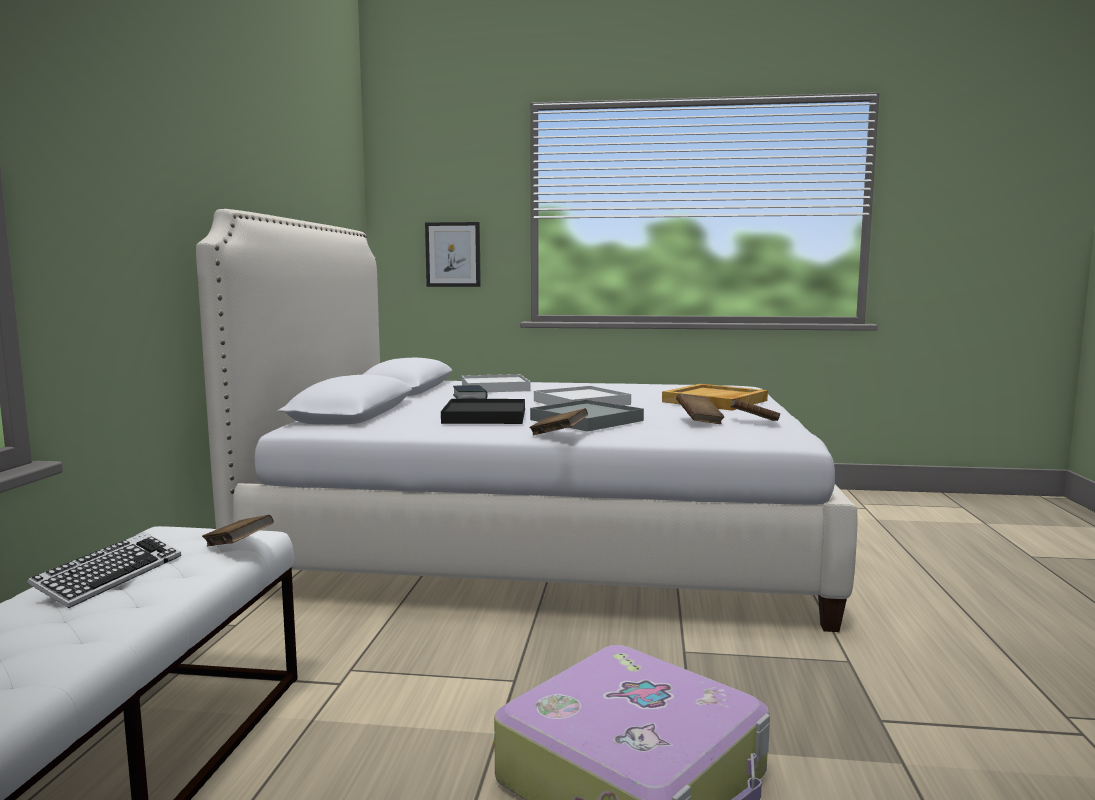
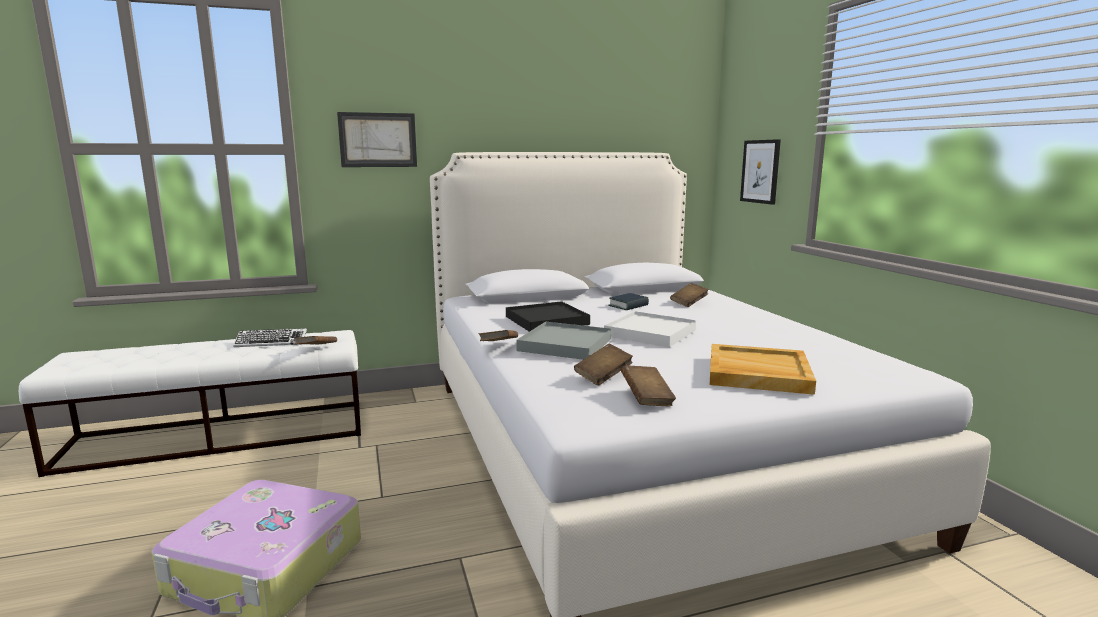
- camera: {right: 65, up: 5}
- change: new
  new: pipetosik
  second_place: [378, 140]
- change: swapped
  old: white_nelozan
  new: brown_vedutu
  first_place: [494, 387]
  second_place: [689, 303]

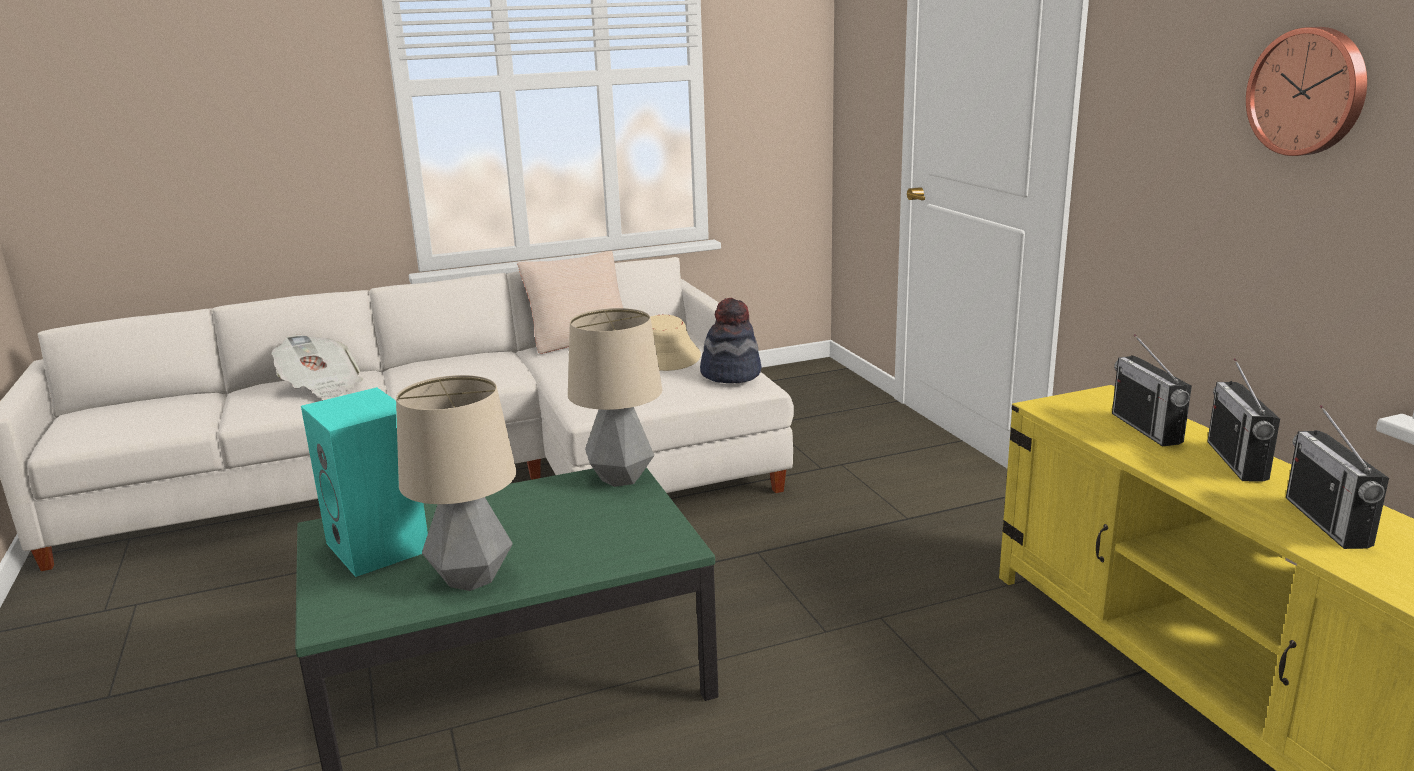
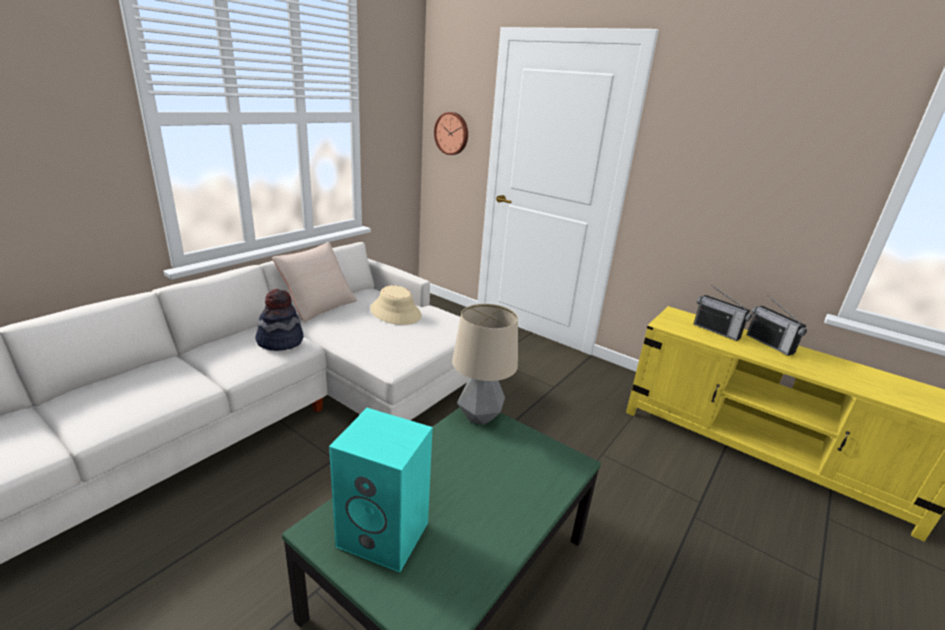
- camera: {right: -35, up: 5}
- change: shifted
  old: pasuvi
  first_place: [731, 374]
  second_place: [280, 341]
- change: shifted
  old: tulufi
  first_place: [1309, 92]
  second_place: [452, 133]
- change: gone
  old: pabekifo
  first_place: [321, 387]
- change: gone
  old: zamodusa
  first_place: [472, 579]
- change: gone
  old: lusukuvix
  first_place: [1327, 522]

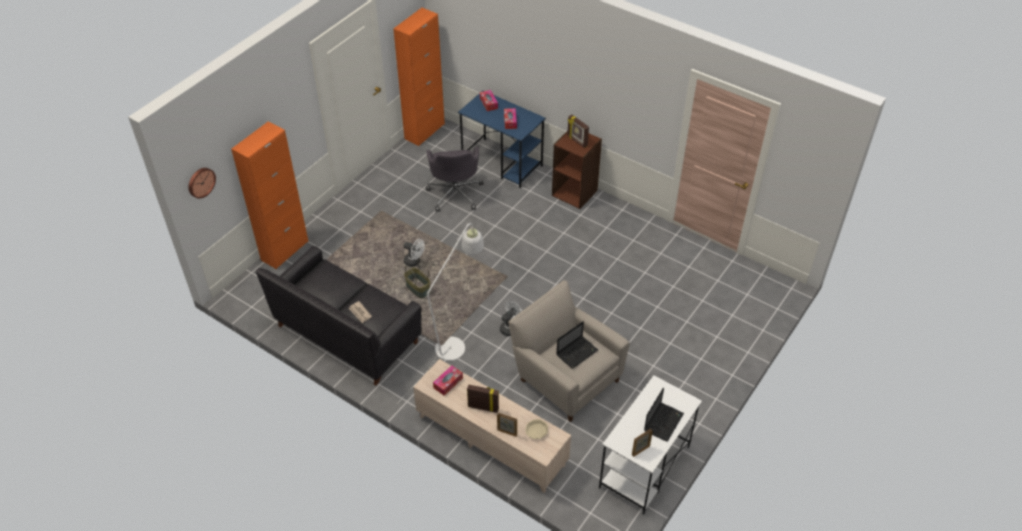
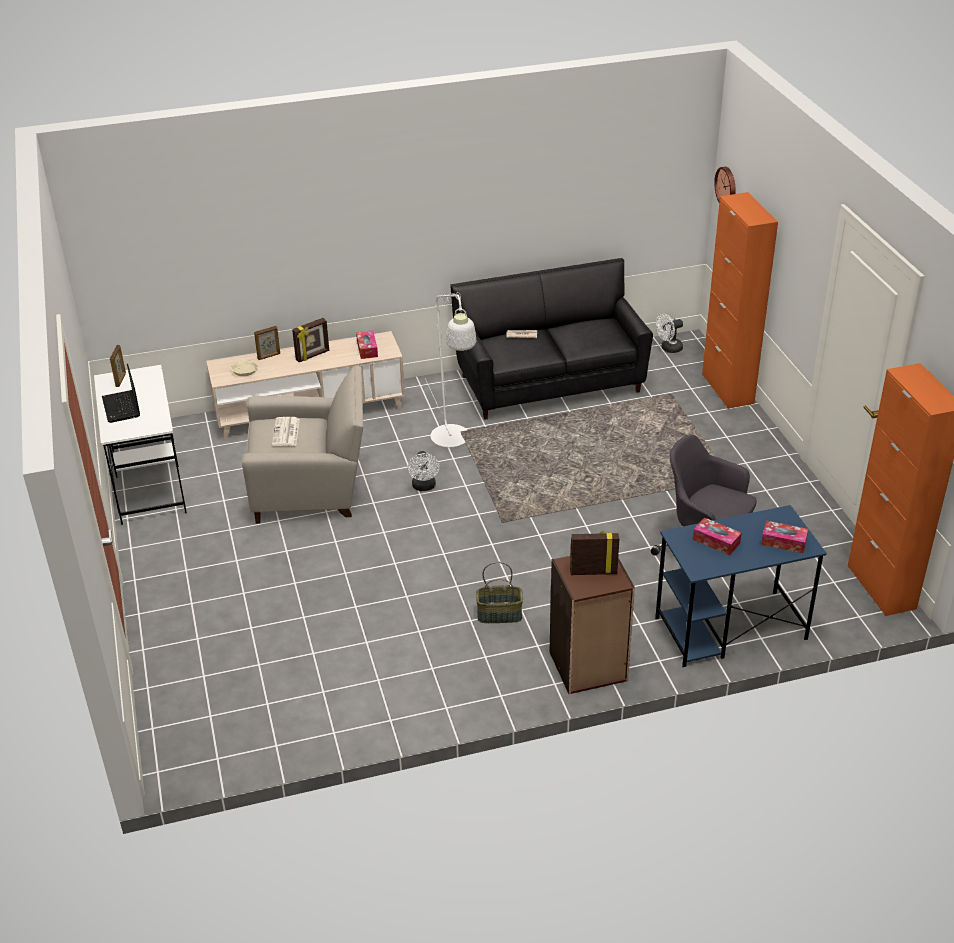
- camera: {right: 130, up: -10}
- change: swapped
  old: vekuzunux
  new: pabekifo
  first_place: [577, 352]
  second_place: [286, 432]
- change: shifted
  old: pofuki
  first_place: [417, 288]
  second_place: [500, 614]
- change: shifted
  old: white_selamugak
  first_place: [414, 262]
  second_place: [668, 349]

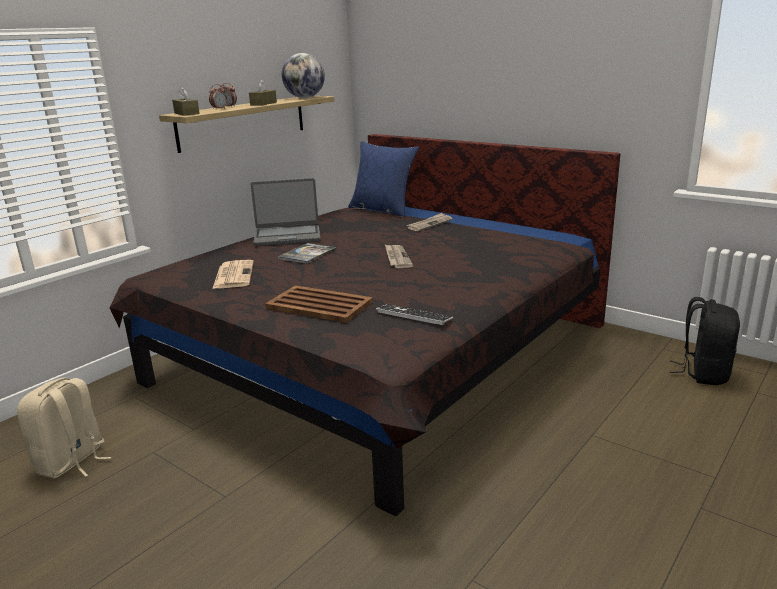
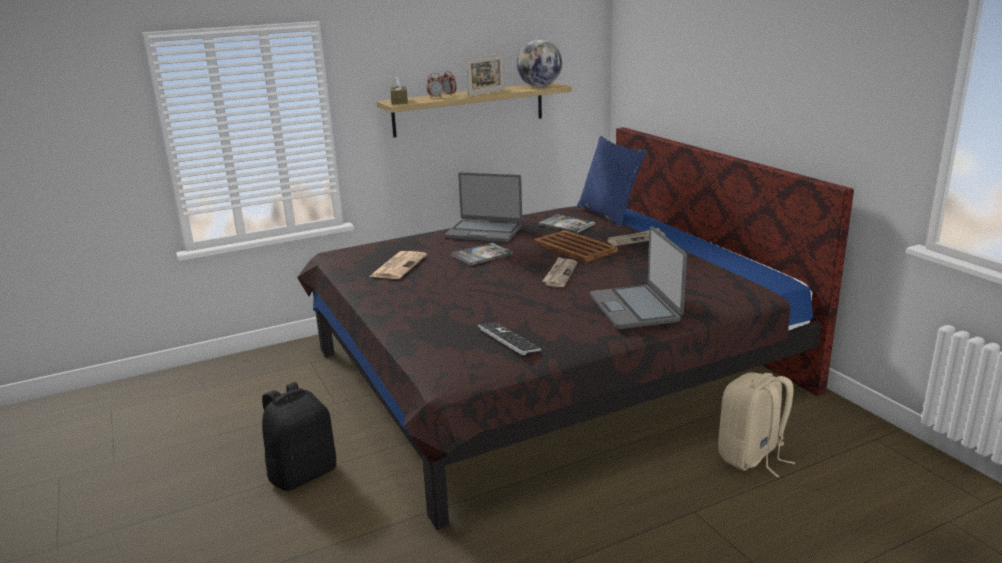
- camera: {right: 25, up: 0}
- change: shifted
  old: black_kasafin
  first_place: [703, 373]
  second_place: [303, 473]
- change: swapped
  old: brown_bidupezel
  new: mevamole
  first_place: [263, 103]
  second_place: [486, 92]
- change: shifted
  old: brown_nelozan
  first_place: [320, 305]
  second_place: [575, 247]
- change: new
  new: vedutu
  second_place: [566, 225]
- change: new
  new: vekuzunux
  second_place: [635, 308]
- change: shifted
  old: beige_kasafin
  first_place: [72, 462]
  second_place: [751, 457]

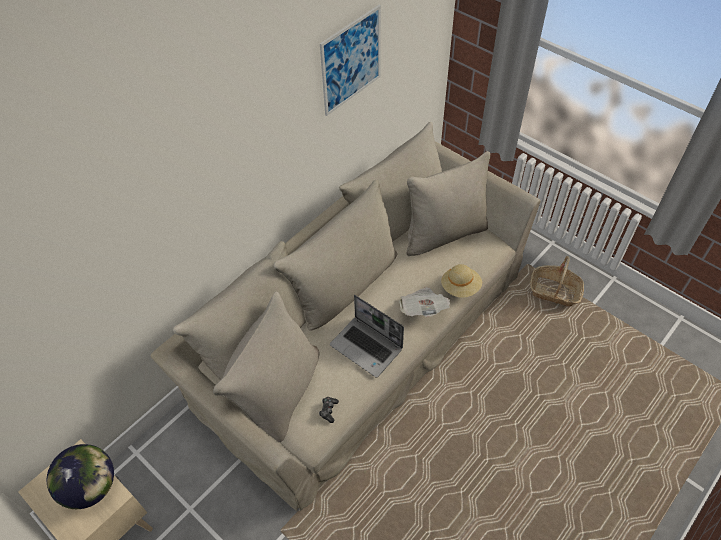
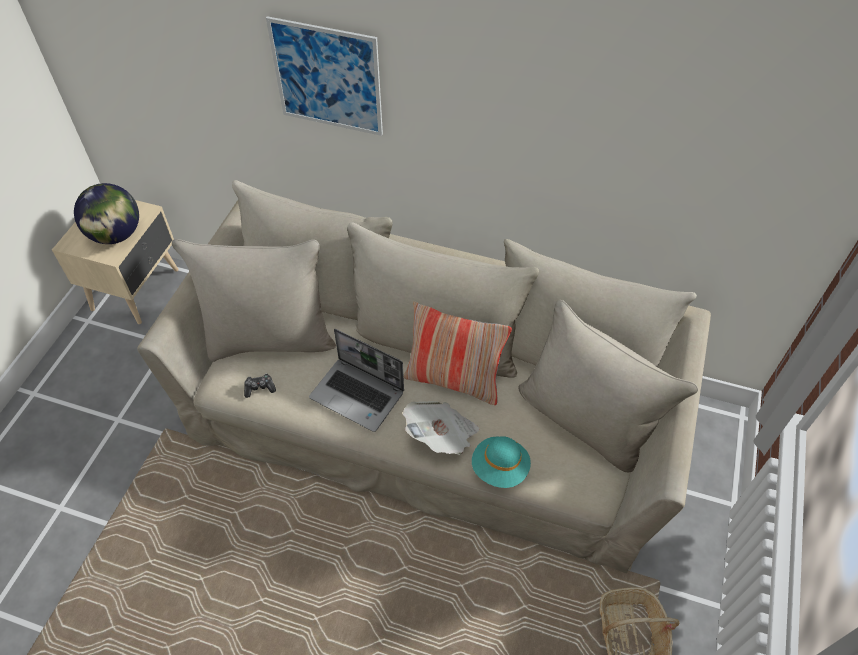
- camera: {right: 65, up: 0}
- change: shifted
  old: pipetosik
  first_place: [351, 61]
  second_place: [327, 77]
- change: rotated
  old: vekuzunux
  first_place: [367, 347]
  second_place: [358, 395]
  degrees: -75
- change: new
  new: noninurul
  second_place: [454, 380]
- change: repainted
  old: beige_pasuvi
  new: turquoise_pasuvi
  first_place: [460, 287]
  second_place: [500, 468]

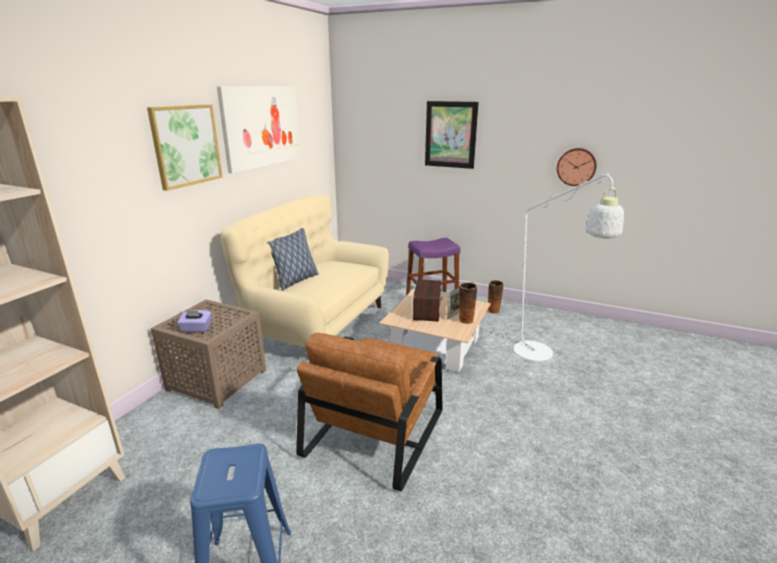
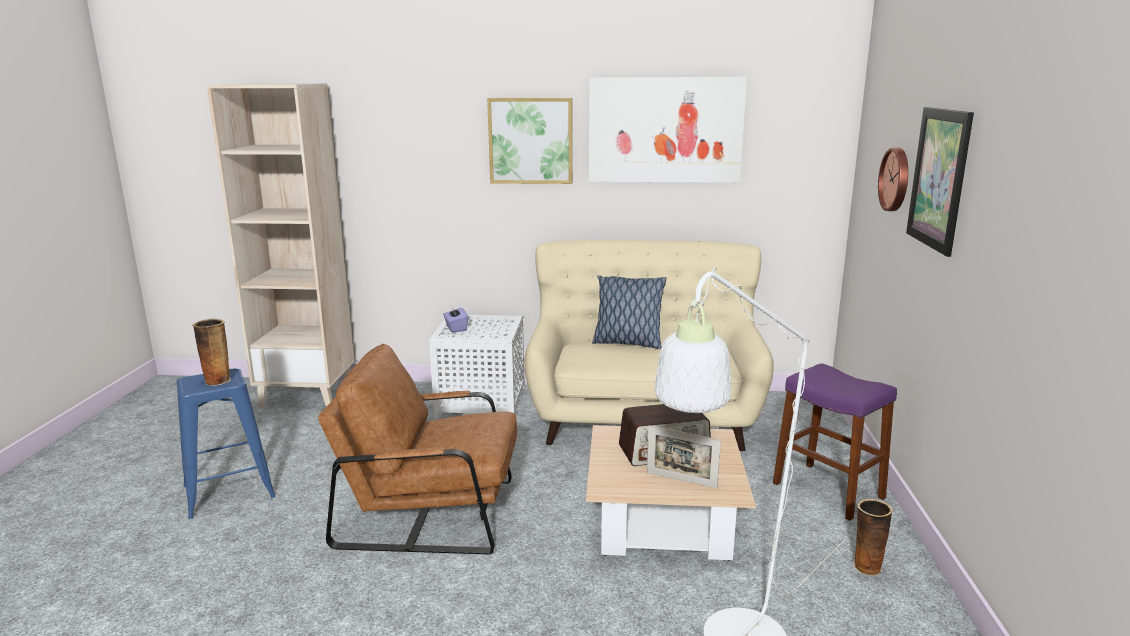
- camera: {right: 70, up: -5}
- change: shifted
  old: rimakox
  first_place: [465, 320]
  second_place: [217, 381]
- change: repainted
  old: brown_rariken
  new: white_rariken
  first_place: [217, 379]
  second_place: [482, 399]
- change: shifted
  old: tulufi
  first_place: [576, 166]
  second_place: [896, 179]

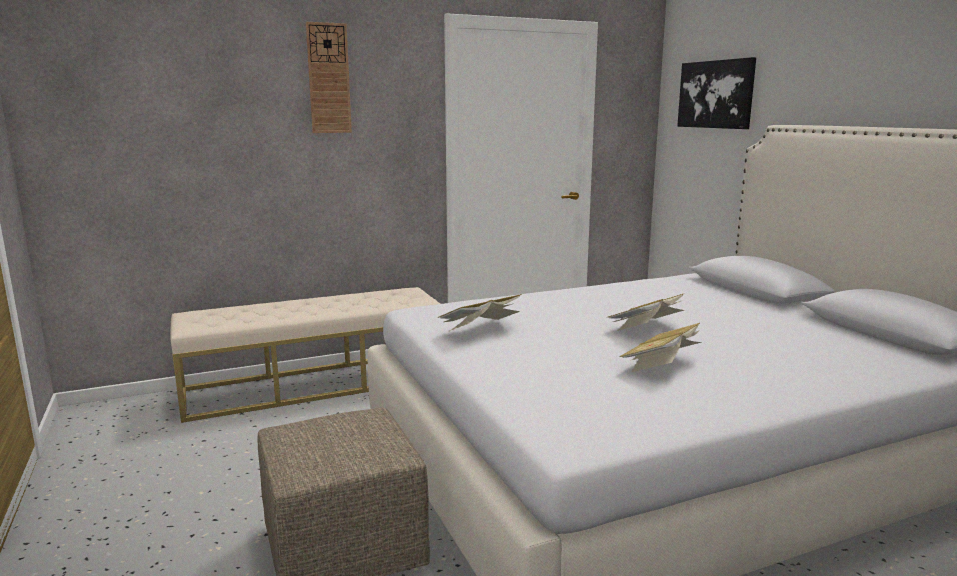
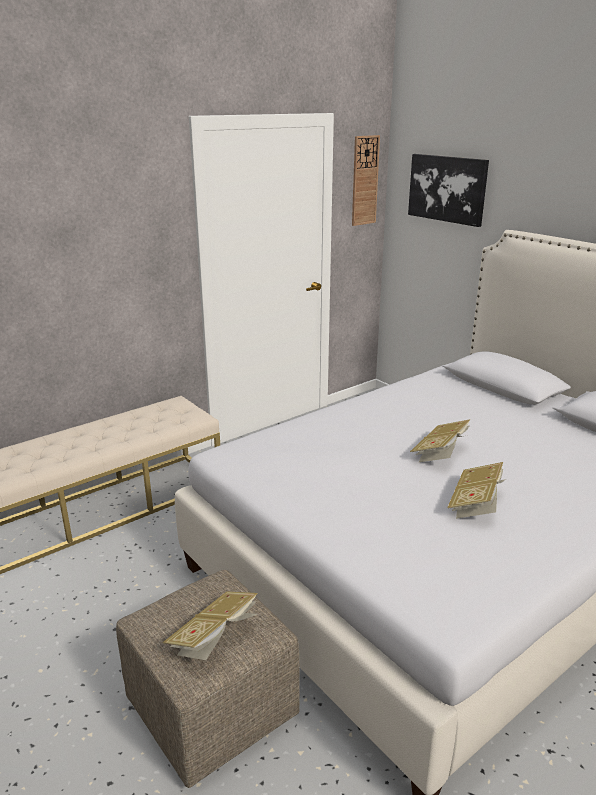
- camera: {right: -15, up: 10}
- change: shifted
  old: vedutu
  first_place: [481, 328]
  second_place: [215, 639]
- change: shifted
  old: tulufi
  first_place: [329, 78]
  second_place: [364, 181]

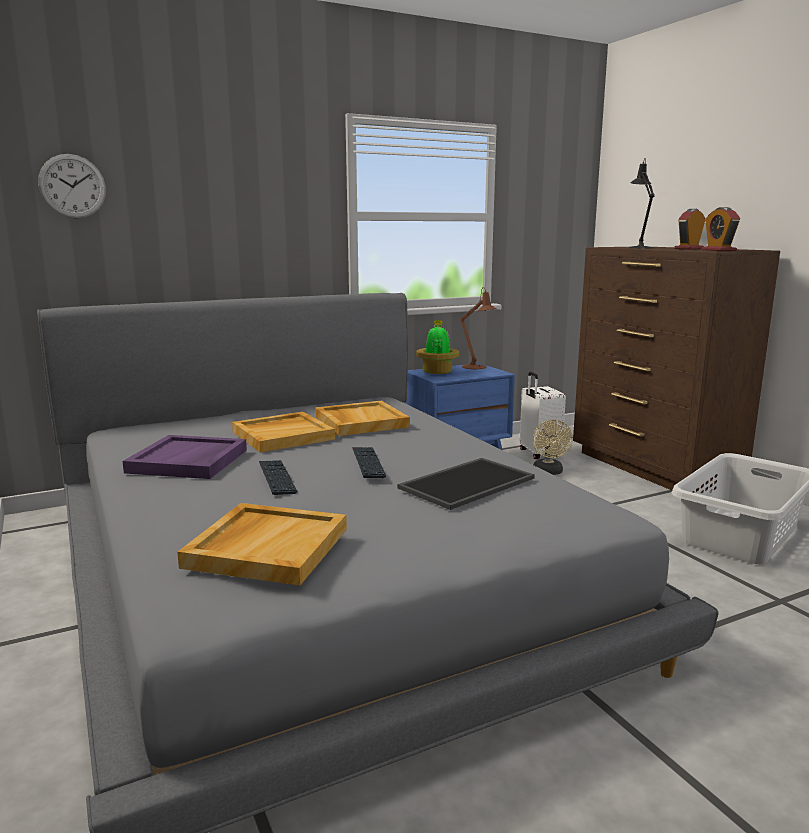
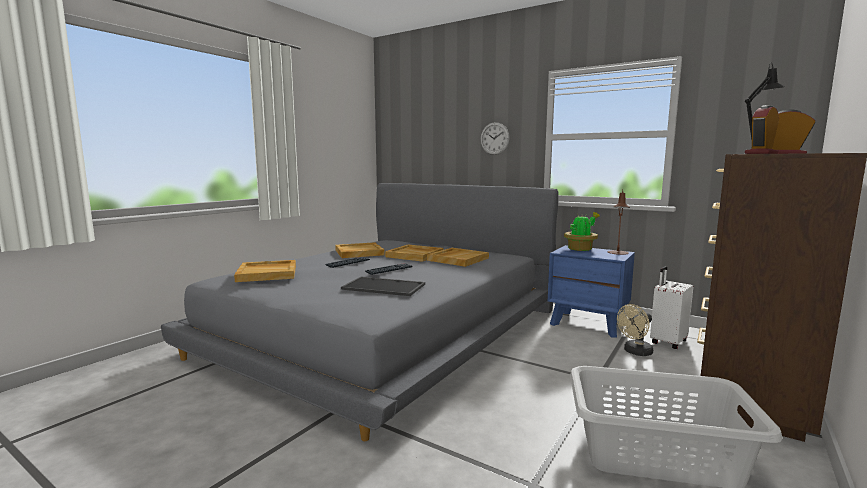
- camera: {right: 60, up: -5}
- change: repainted
  old: purple_nelozan
  new: beige_nelozan
  first_place: [188, 461]
  second_place: [359, 252]
- change: shifted
  old: tulufi
  first_place: [72, 186]
  second_place: [494, 138]

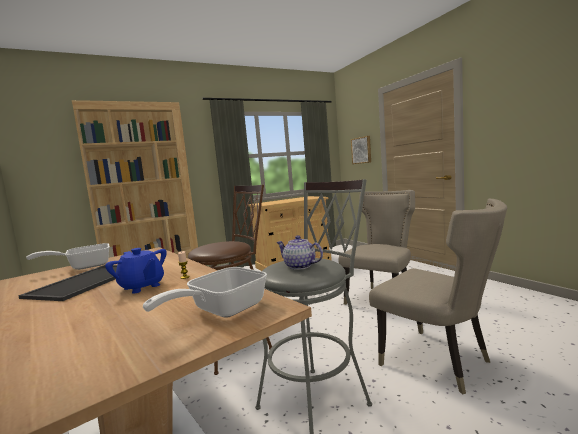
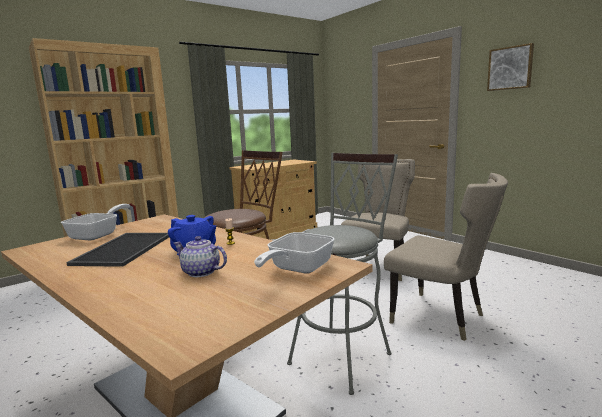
- camera: {right: -10, up: 5}
- change: rotated
  old: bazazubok
  first_place: [84, 266]
  second_place: [98, 234]
  degrees: 150
- change: shifted
  old: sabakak
  first_place: [300, 266]
  second_place: [201, 272]
- change: shifted
  old: pipetosik
  first_place: [361, 150]
  second_place: [510, 68]

